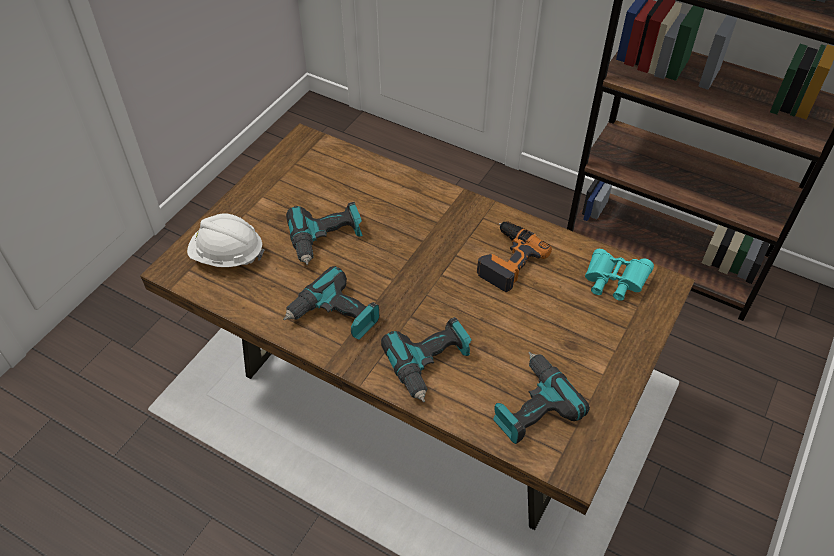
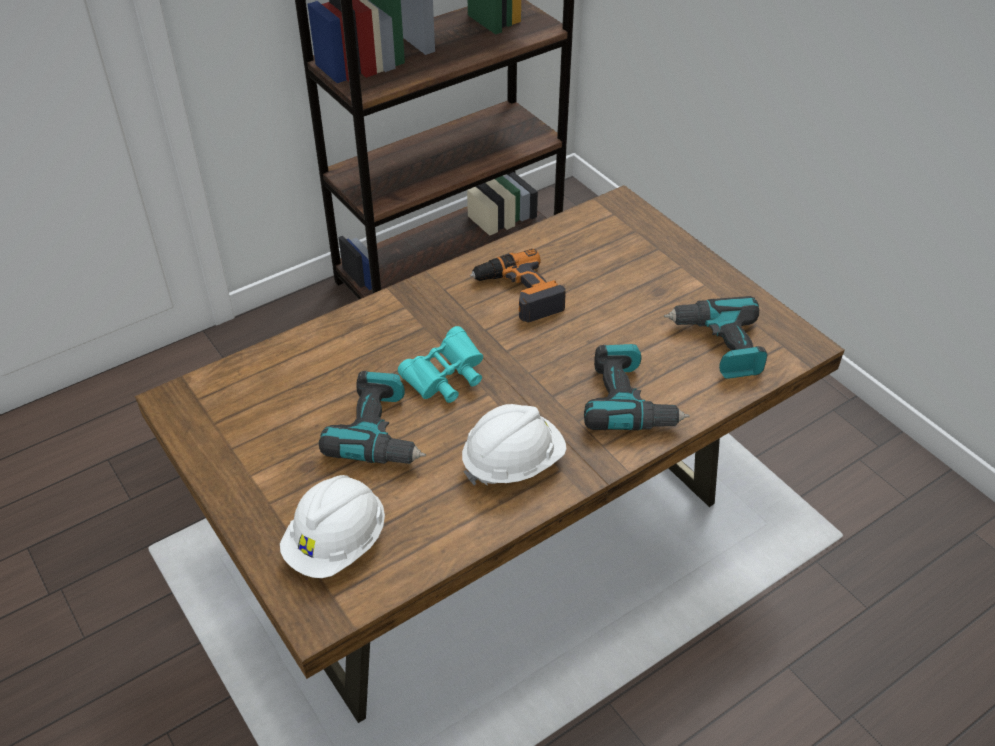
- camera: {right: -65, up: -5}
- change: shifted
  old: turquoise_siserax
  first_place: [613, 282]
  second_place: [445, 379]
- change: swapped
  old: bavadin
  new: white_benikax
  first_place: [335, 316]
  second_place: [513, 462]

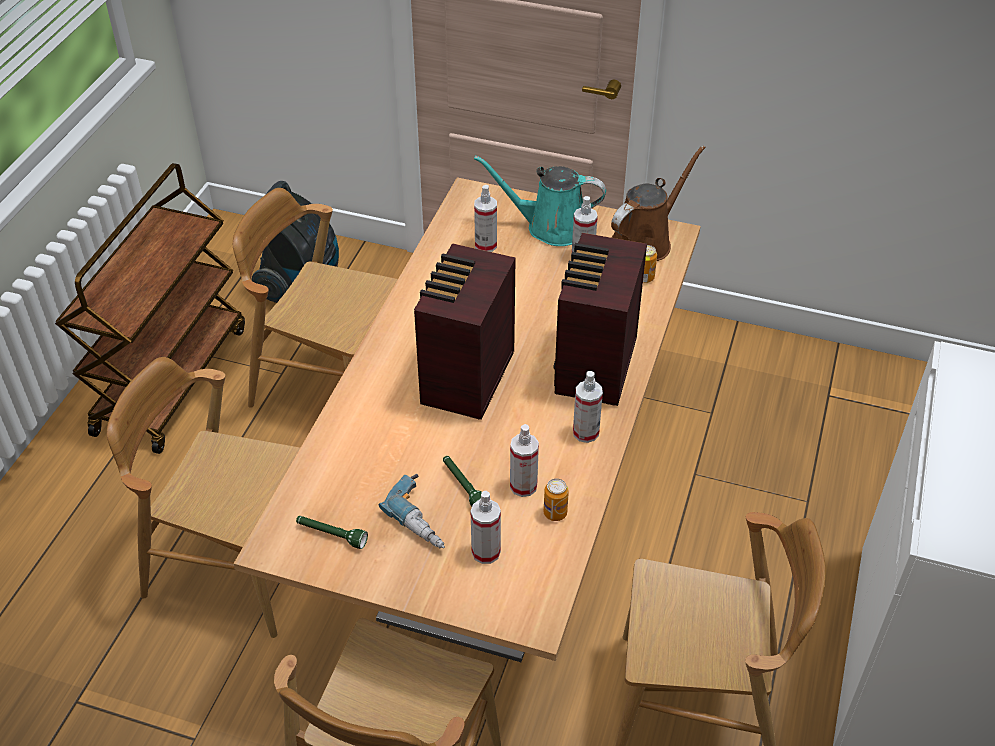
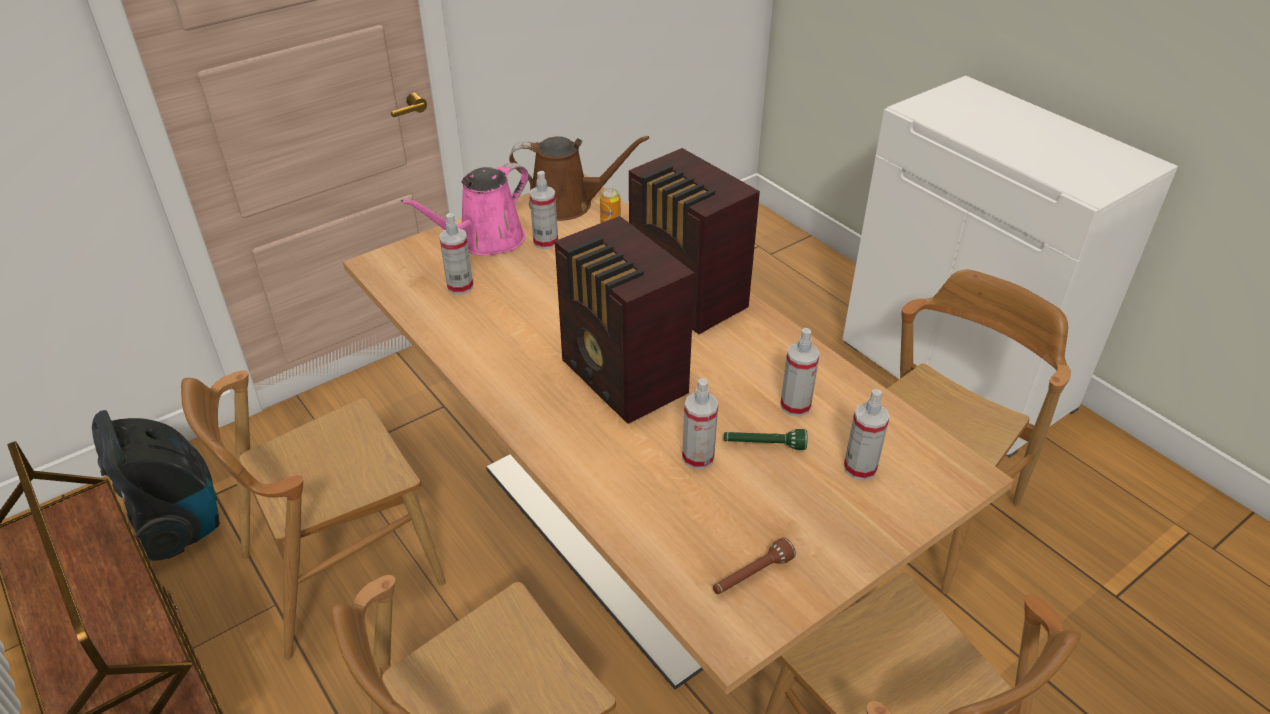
- camera: {right: -55, up: -5}
- change: repainted
  old: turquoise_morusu
  new: pink_morusu
  first_place: [550, 227]
  second_place: [486, 241]
- change: rotated
  old: brown_morusu
  first_place: [645, 241]
  second_place: [567, 204]
  degrees: 105
- change: shifted
  old: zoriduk
  first_place: [585, 432]
  second_place: [698, 457]
- change: repainted
  old: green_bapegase
  new: brown_bapegase
  first_place: [331, 535]
  second_place: [751, 575]
- change: gone
  old: bavadin
  first_place: [424, 517]
- change: gone
  old: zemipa
  first_place: [555, 513]

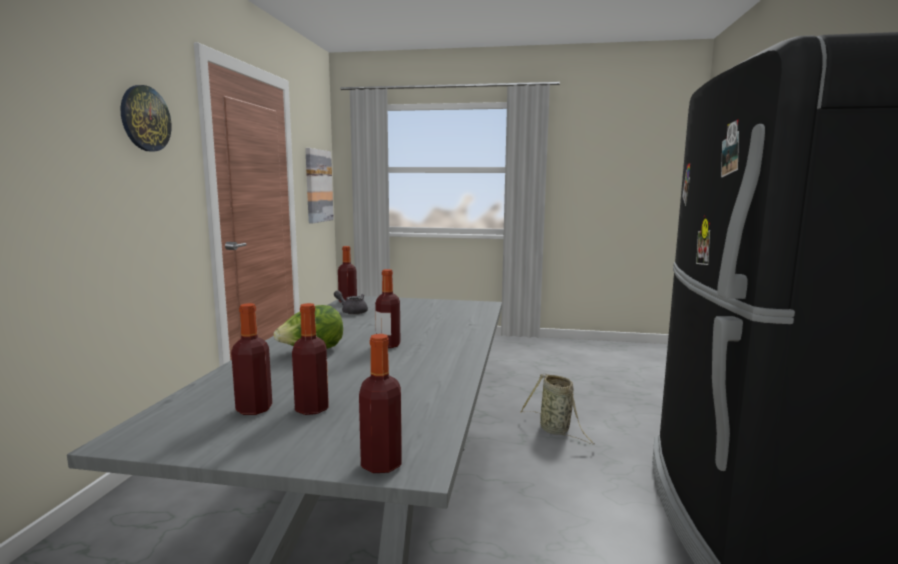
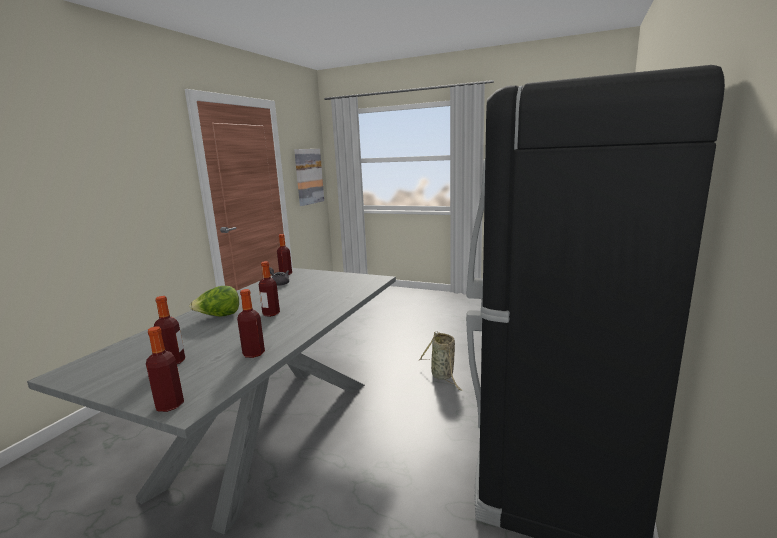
- camera: {right: 15, up: 5}
- change: shifted
  old: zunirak
  first_place: [254, 409]
  second_place: [253, 353]
- change: gone
  old: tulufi
  first_place: [145, 118]

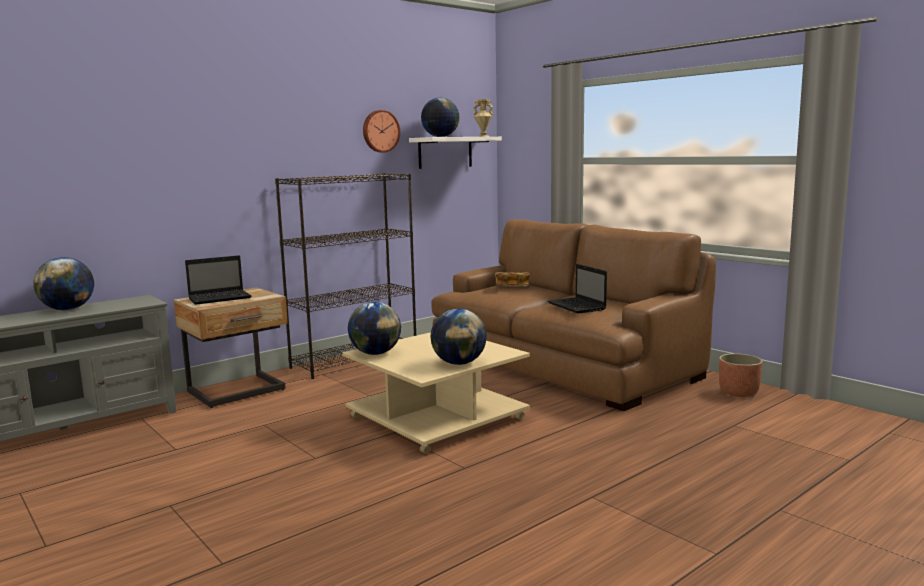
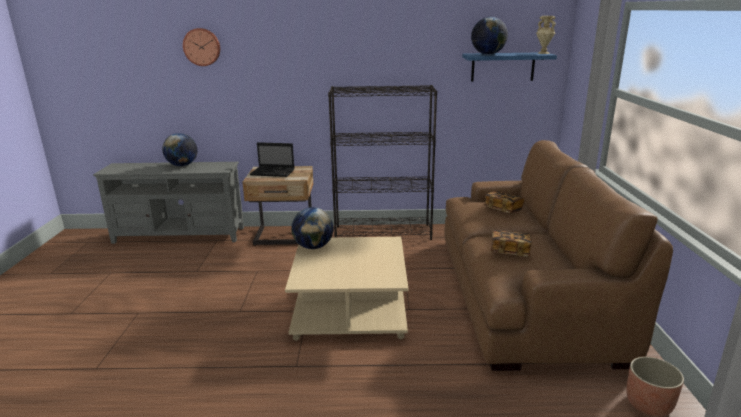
- camera: {right: 40, up: 10}
- change: shifted
  old: tulufi
  first_place: [380, 131]
  second_place: [202, 47]
- change: repainted
  old: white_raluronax
  new: blue_raluronax
  first_place: [445, 152]
  second_place: [502, 67]
- change: swapped
  old: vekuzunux
  new: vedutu
  first_place: [577, 306]
  second_place: [510, 252]
- change: gone
  old: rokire
  first_place: [459, 363]

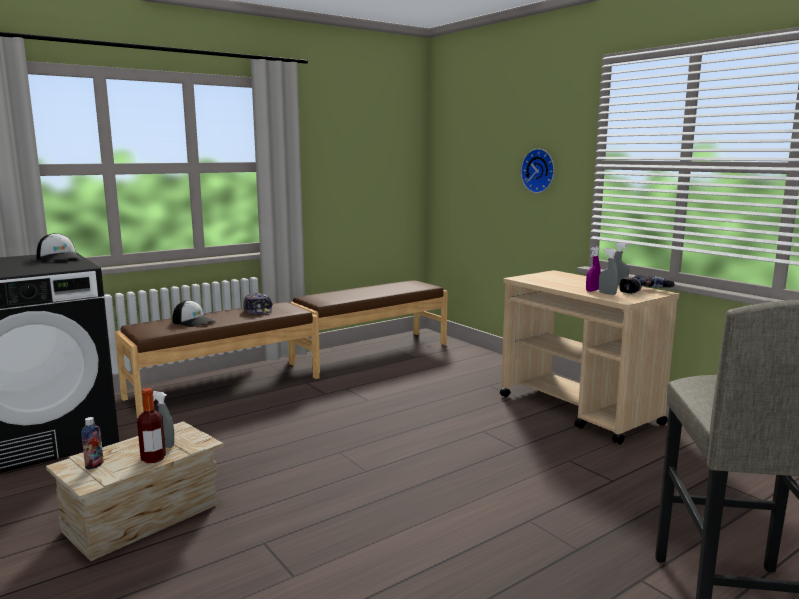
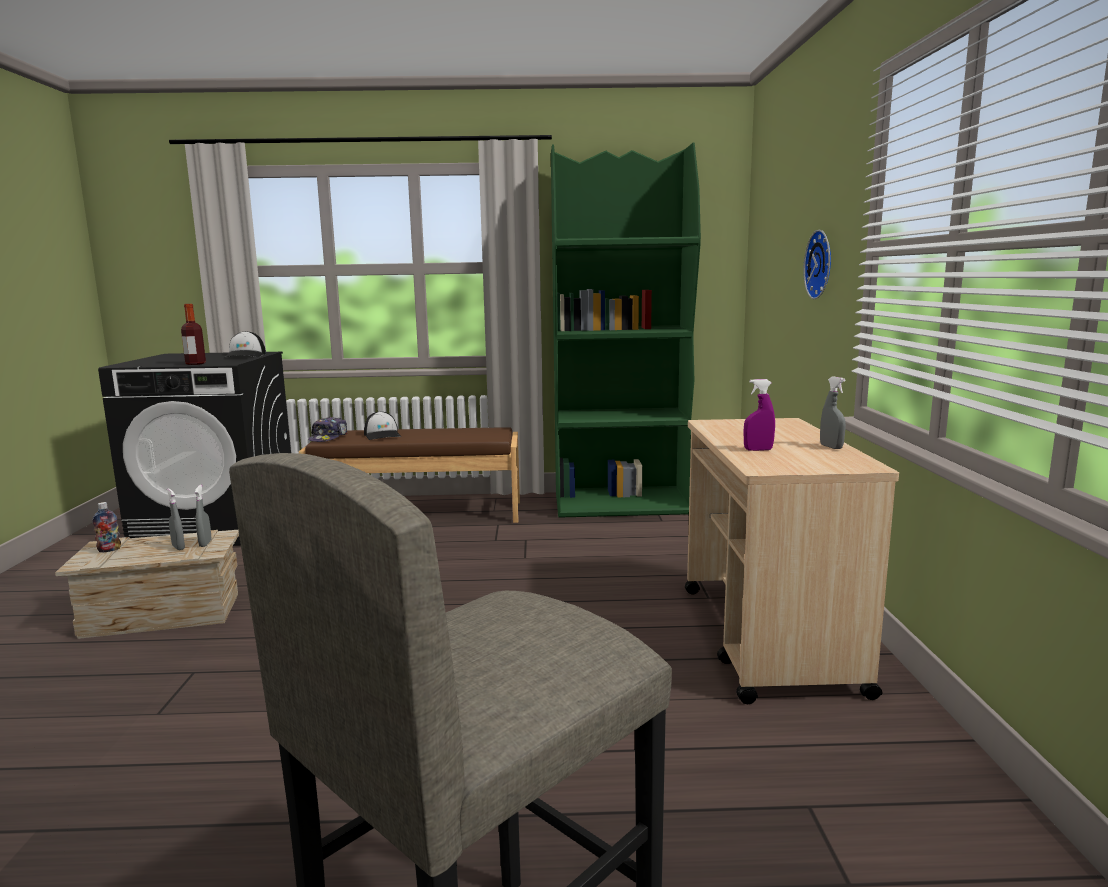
- camera: {right: 35, up: 0}
- change: shifted
  old: zunirak
  first_place: [153, 459]
  second_place: [195, 364]
- change: shifted
  old: grey_zoriduk
  first_place: [607, 293]
  second_place: [205, 543]
- change: shifted
  old: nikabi
  first_place: [258, 310]
  second_place: [329, 438]
- change: swapped
  old: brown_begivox
  new: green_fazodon
  first_place: [370, 351]
  second_place: [622, 504]
- change: gone
  old: bavadin
  first_place: [644, 292]

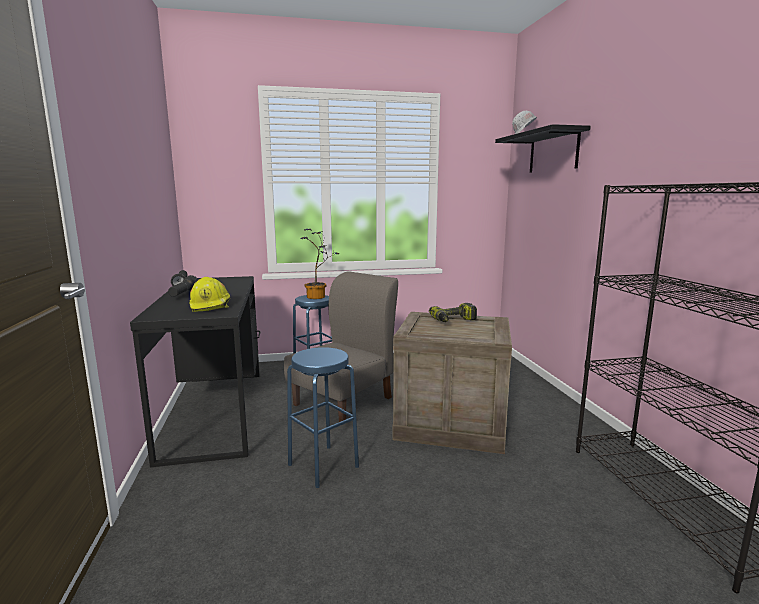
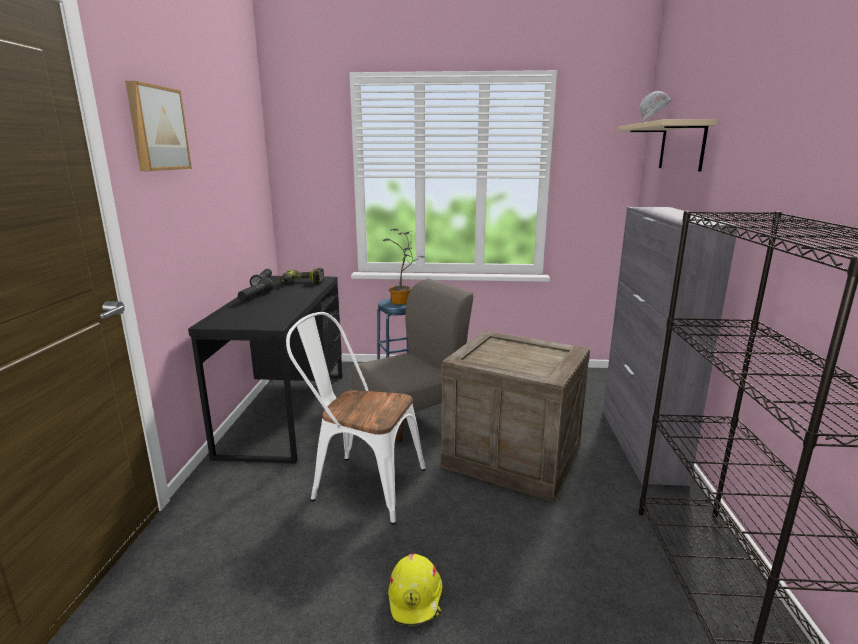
- camera: {right: 15, up: 5}
- change: new
  new: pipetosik
  second_place: [156, 128]
- change: shifted
  old: bavadin
  first_place: [453, 320]
  second_place: [302, 283]
- change: swapped
  old: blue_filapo
  new: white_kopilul
  first_place: [323, 465]
  second_place: [360, 483]
- change: shifted
  old: yellow_benikax
  first_place: [211, 306]
  second_place: [416, 598]
- change: new
  new: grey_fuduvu
  second_place: [640, 444]
- change: repainted
  old: black_raluronax
  new: beige_raluronax
  first_place: [553, 152]
  second_place: [682, 146]

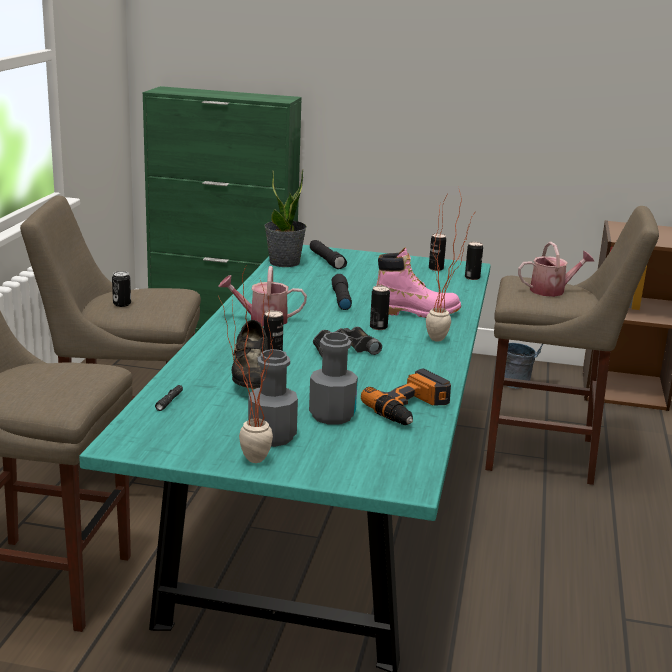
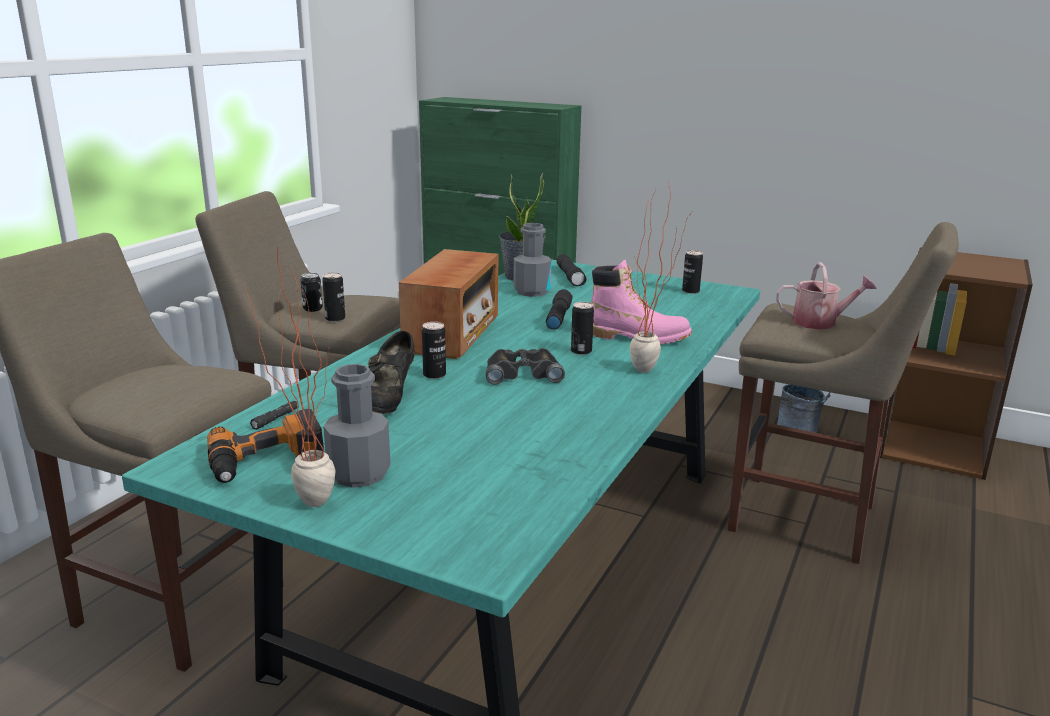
- camera: {right: 15, up: 0}
- change: shifted
  old: bavadin
  first_place: [411, 409]
  second_place: [267, 460]
- change: shifted
  old: zemipa
  first_place: [472, 277]
  second_place: [335, 319]
- change: swapped
  old: morusu
  new: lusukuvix
  first_place: [262, 320]
  second_place: [453, 335]
- change: shifted
  old: grey_zunirak
  first_place: [332, 415]
  second_place: [531, 291]

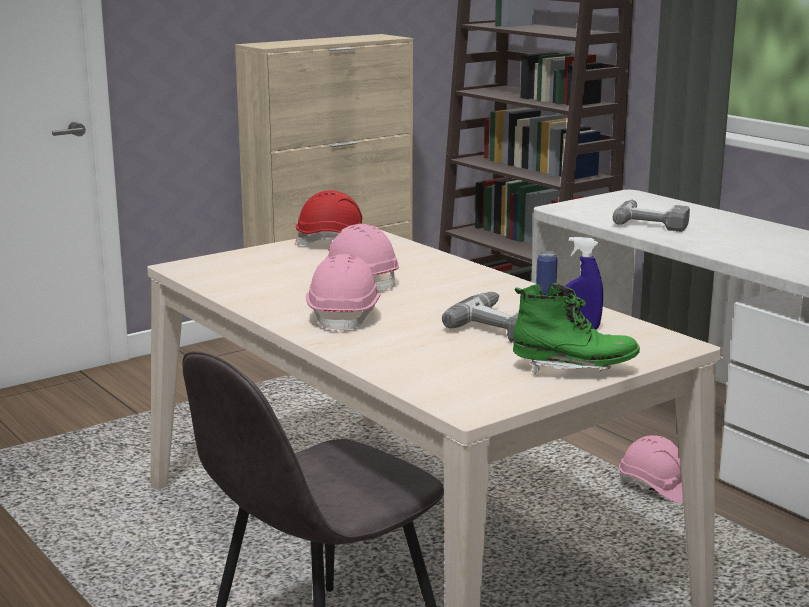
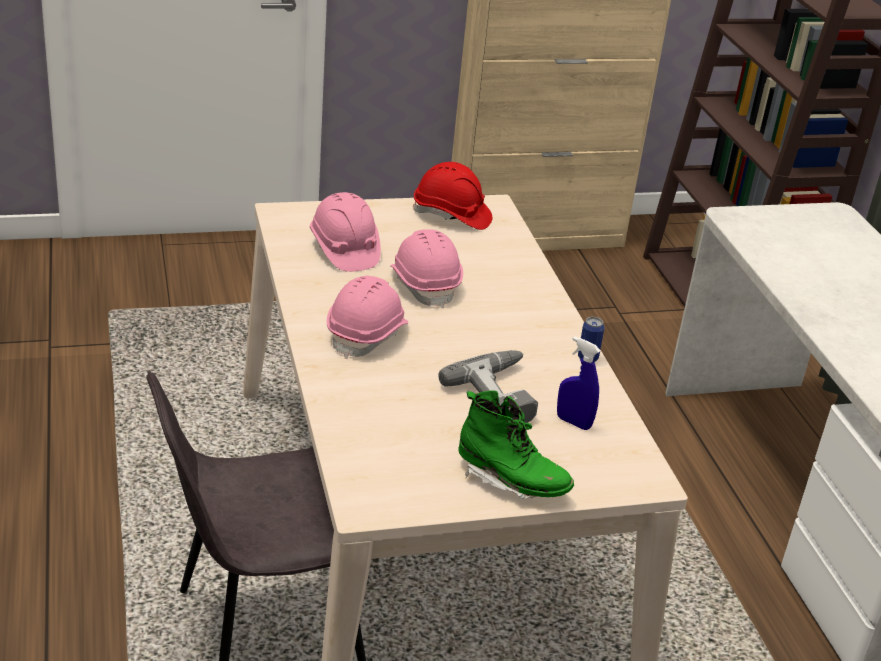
- camera: {right: 20, up: 15}
- change: shifted
  old: pink_benikax
  first_place: [655, 488]
  second_place: [344, 250]
- change: gone
  old: bavadin
  first_place: [652, 222]

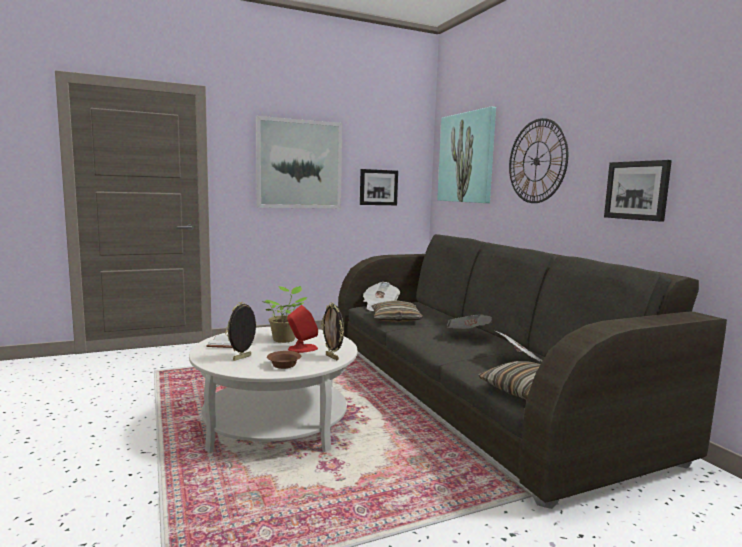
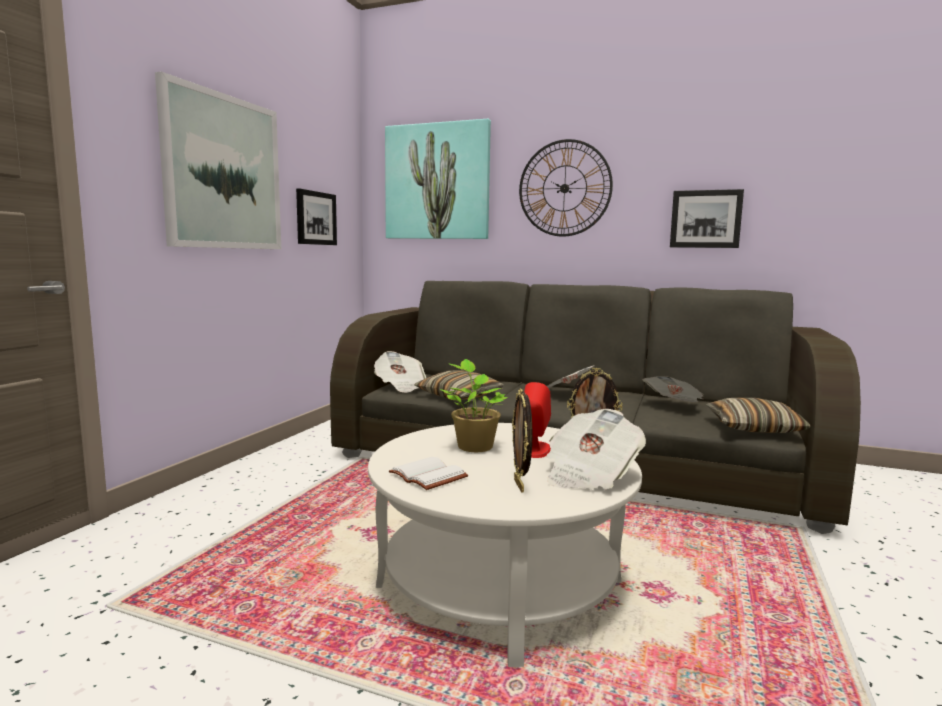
- camera: {right: -45, up: 0}
- change: swapped
  old: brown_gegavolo
  new: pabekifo
  first_place: [283, 365]
  second_place: [589, 475]

